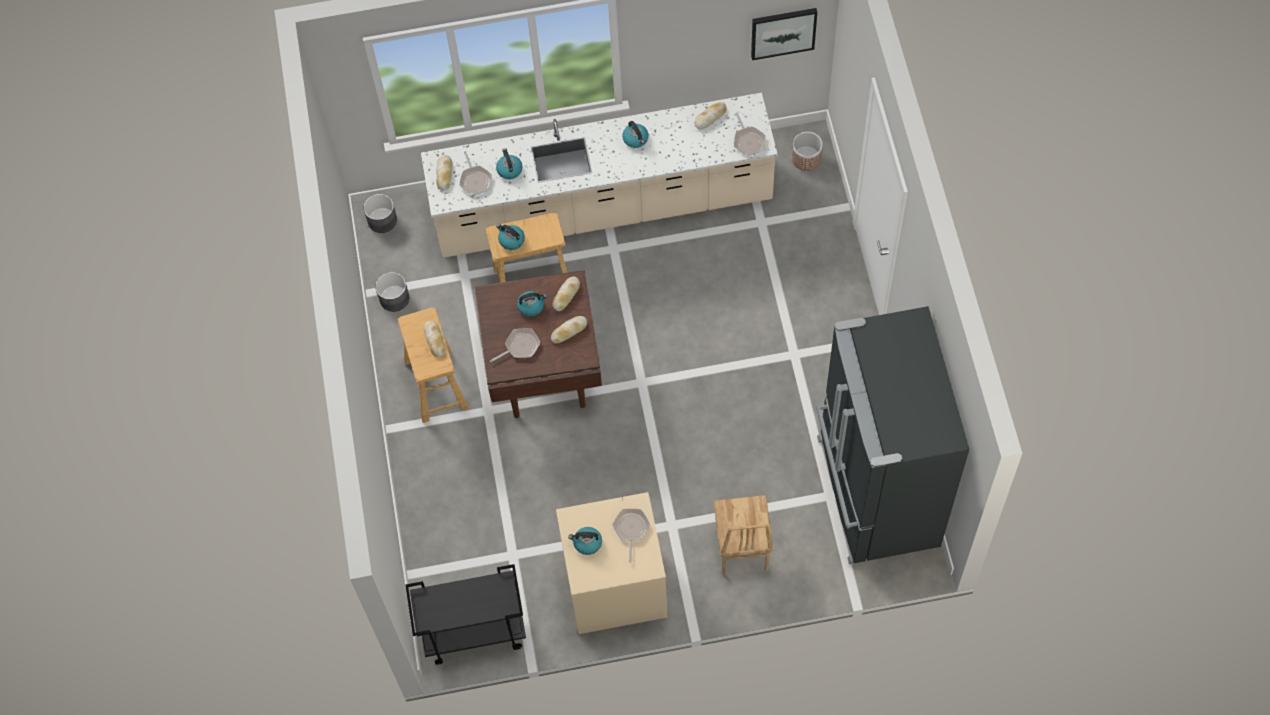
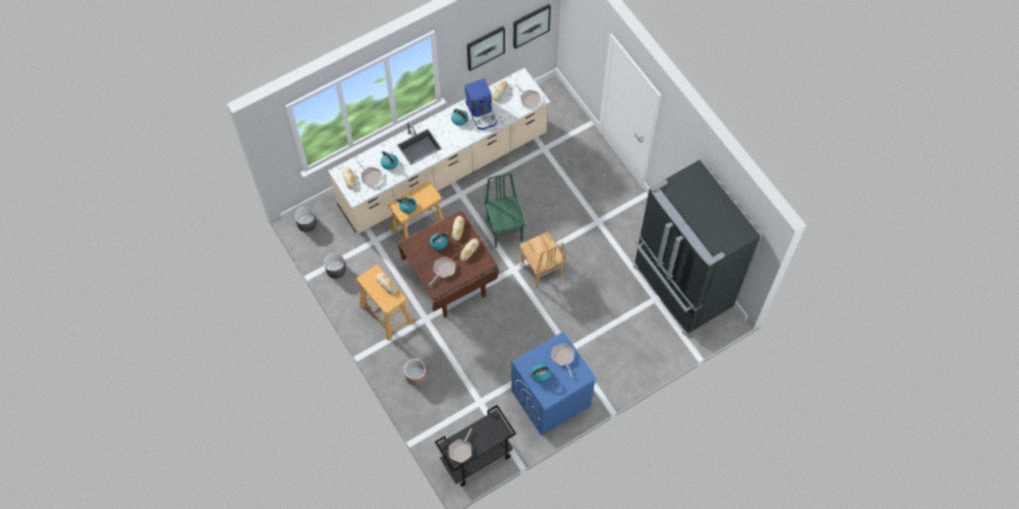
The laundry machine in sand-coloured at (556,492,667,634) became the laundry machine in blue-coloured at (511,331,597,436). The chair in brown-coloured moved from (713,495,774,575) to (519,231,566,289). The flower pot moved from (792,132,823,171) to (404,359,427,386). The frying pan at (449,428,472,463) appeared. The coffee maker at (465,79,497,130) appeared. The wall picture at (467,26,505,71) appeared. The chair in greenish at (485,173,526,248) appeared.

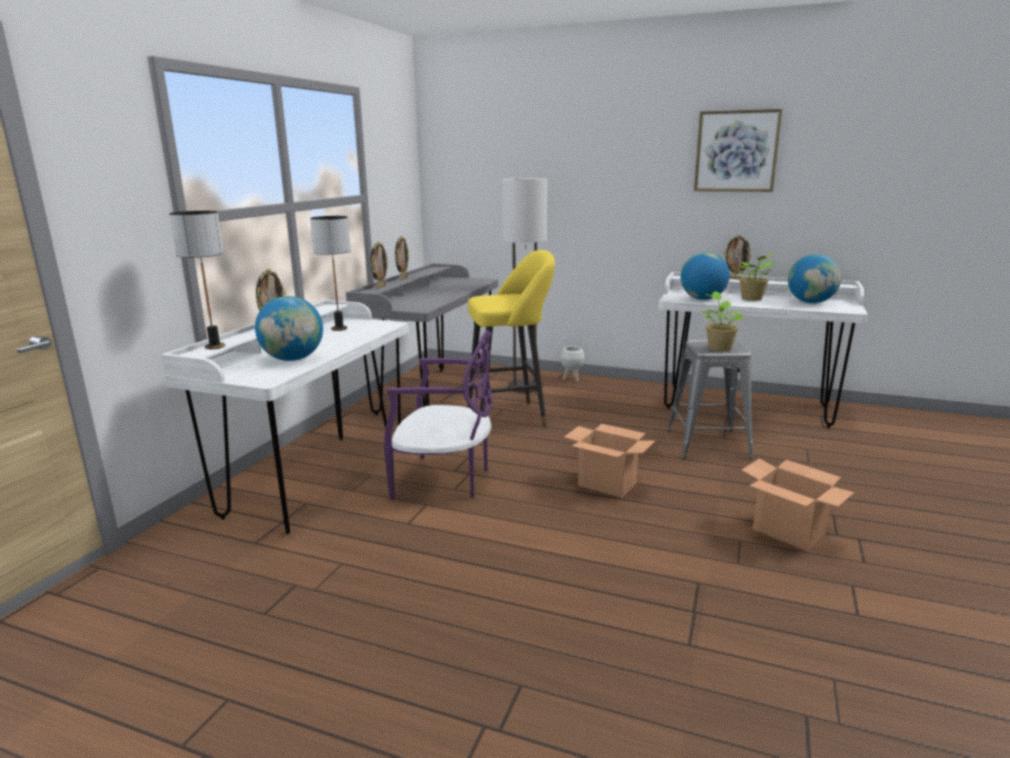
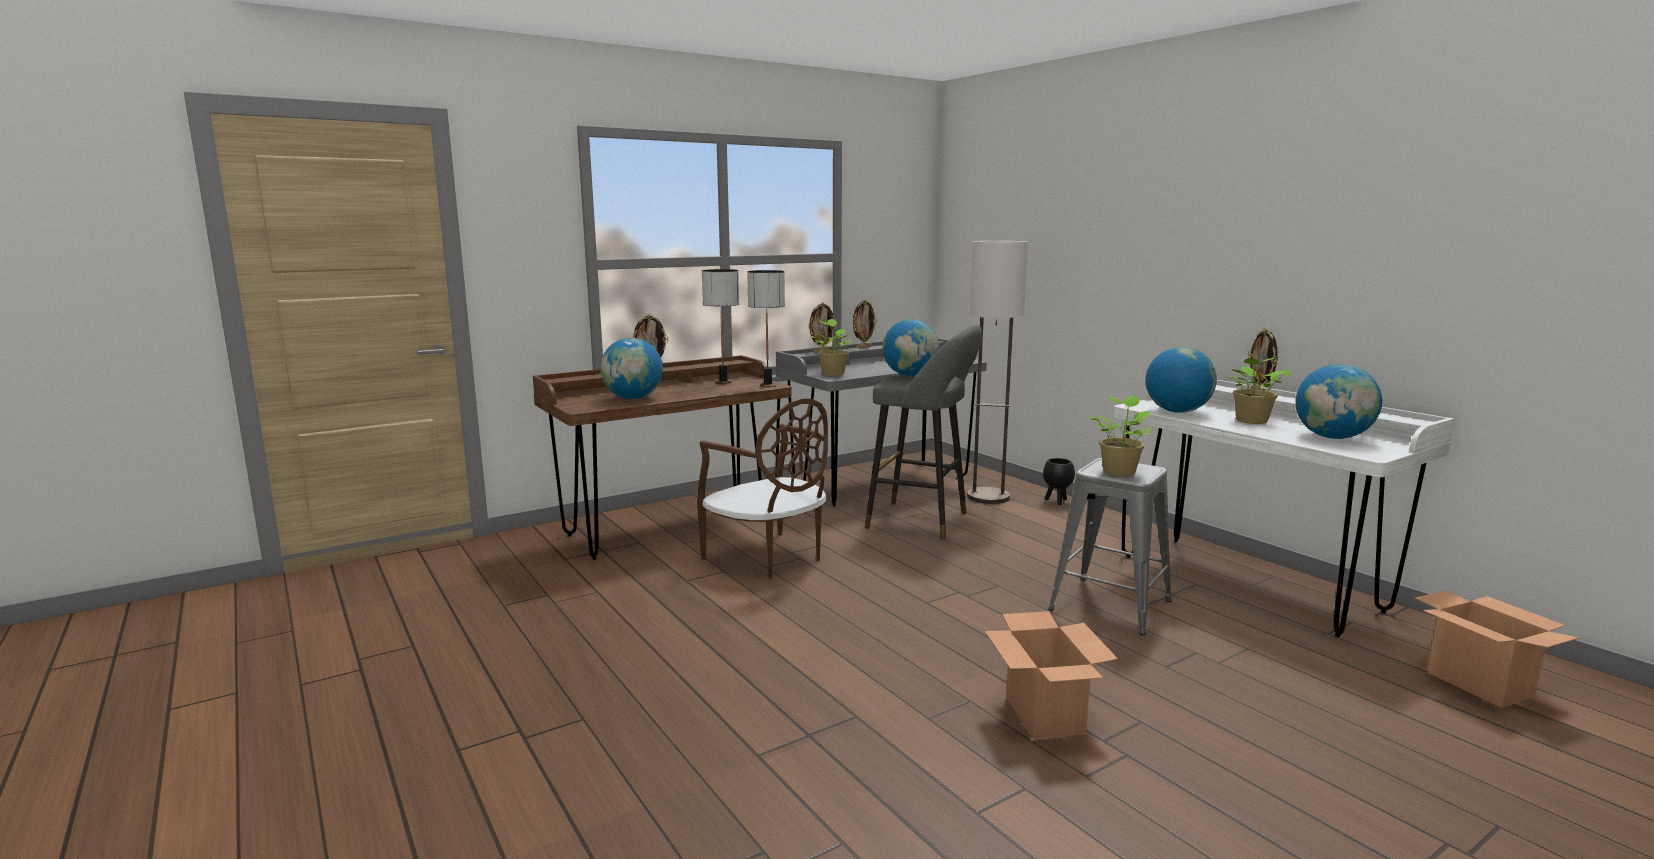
The desk table in white at (161,300,409,534) became the desk table in brown-coloured at (533,355,792,560). The lamp for a table moved from (169,211,225,349) to (747,270,785,387). The chair in purple-coloured at (384,331,493,500) became the chair in brown-coloured at (697,398,828,579). The stool in yellow at (467,250,555,428) became the stool in grey at (865,325,982,539). The flower pot in white at (561,346,585,382) became the flower pot in blackish at (1043,458,1075,505). The packing box moved from (564,424,655,498) to (1415,590,1580,708). The wall picture at (694,109,782,192) disappeared. The plant in a pot at (811,319,853,376) appeared. The desk globe at (882,319,939,376) appeared.

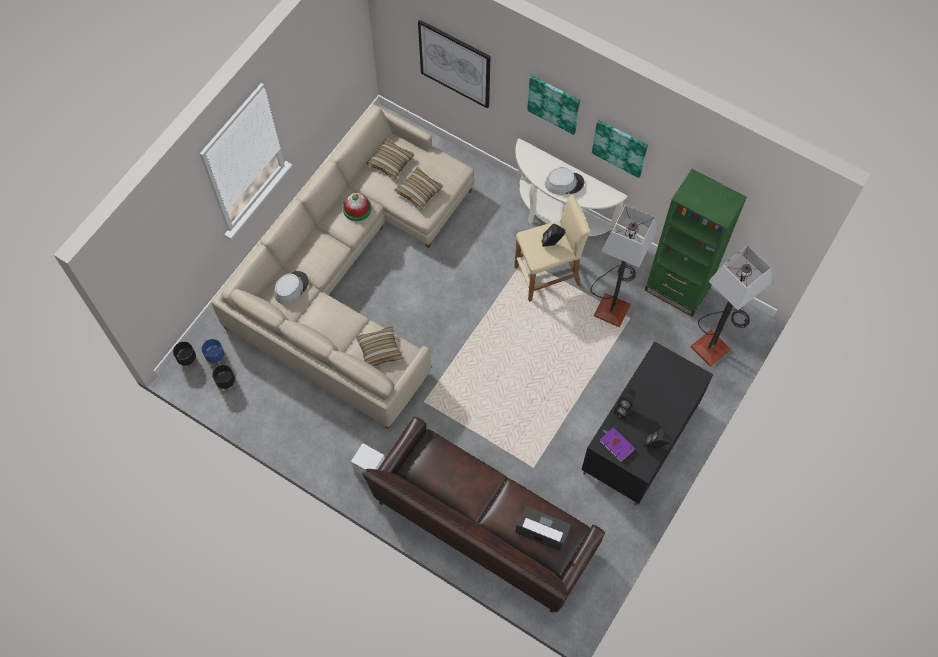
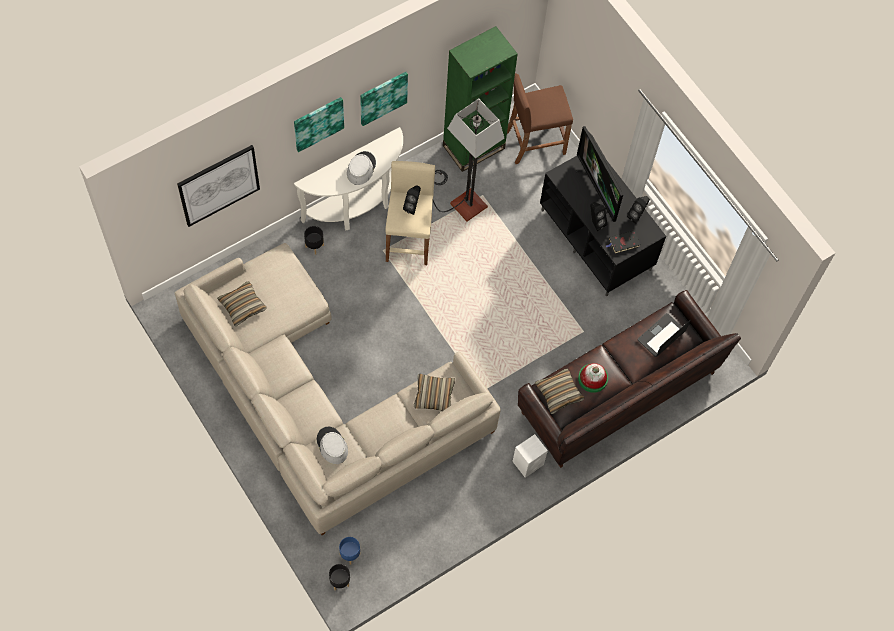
The flower pot in blackish moved from (212,365,236,392) to (304,226,324,255). The clothing hat moved from (343,193,371,221) to (578,363,608,393). The cushion moved from (394,167,443,209) to (535,369,584,414). The book in purple-coloured at (600,427,635,462) became the book in blackish at (606,230,641,254). The standard lamp at (691,245,772,367) was replaced by the stool in brown-coloured at (507,73,573,164). The TV set at (577,126,623,222) appeared.

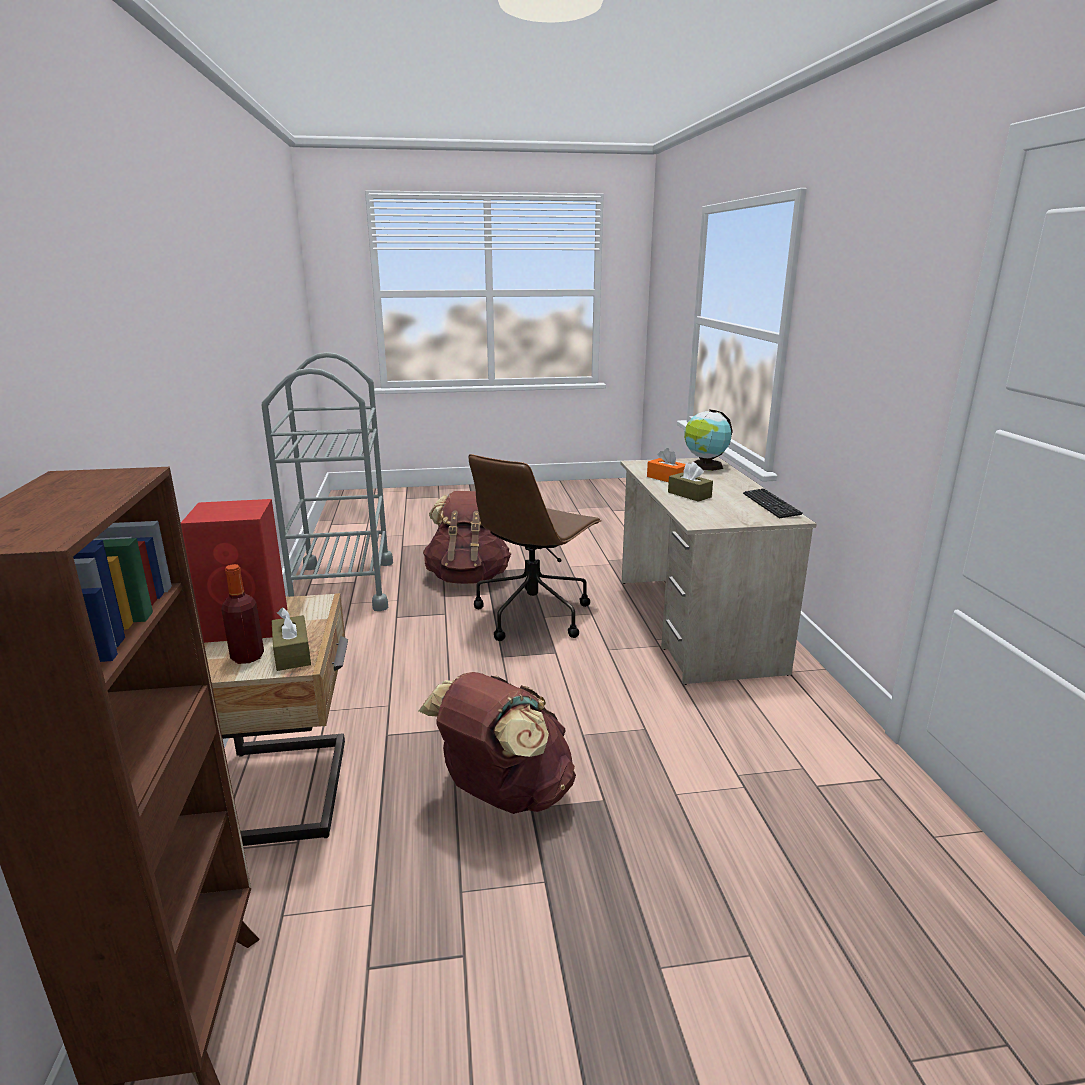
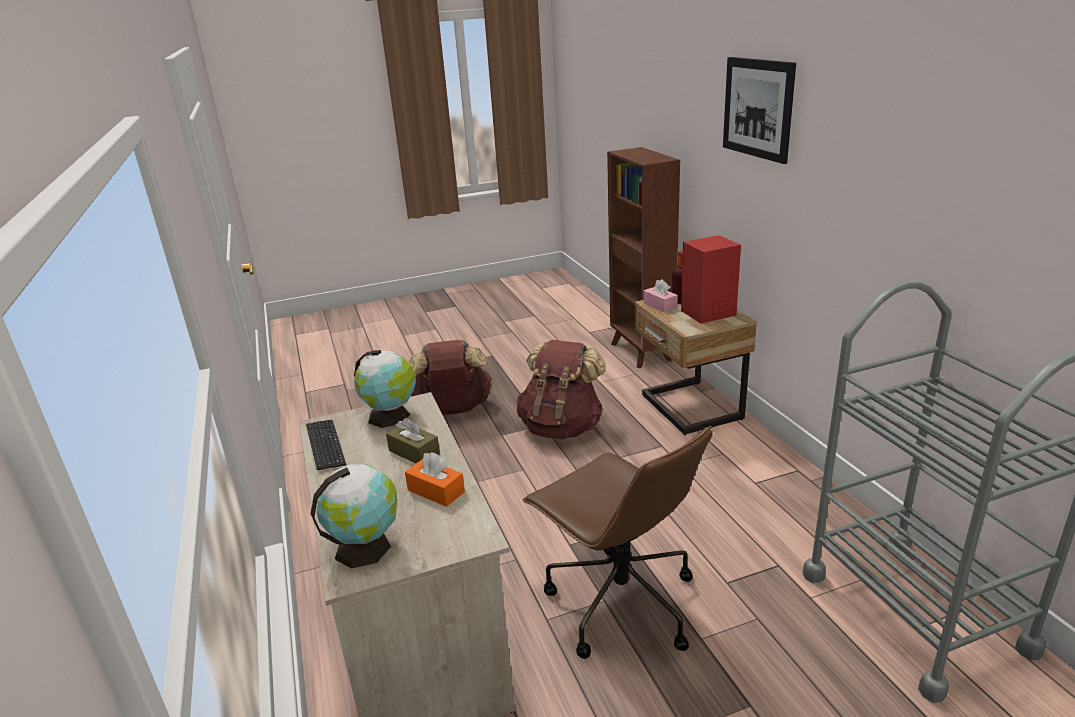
The box of tissues in brown-coloured at (272,607,311,671) became the box of tissues in pink-coloured at (644,279,678,313). The knapsack in brown-coloured moved from (423,491,511,584) to (409,340,493,415). The desk chair in brown-coloured at (469,454,602,641) turned 120 degrees clockwise. The desk globe at (354,350,416,428) appeared. The wall picture at (723,57,796,164) appeared.

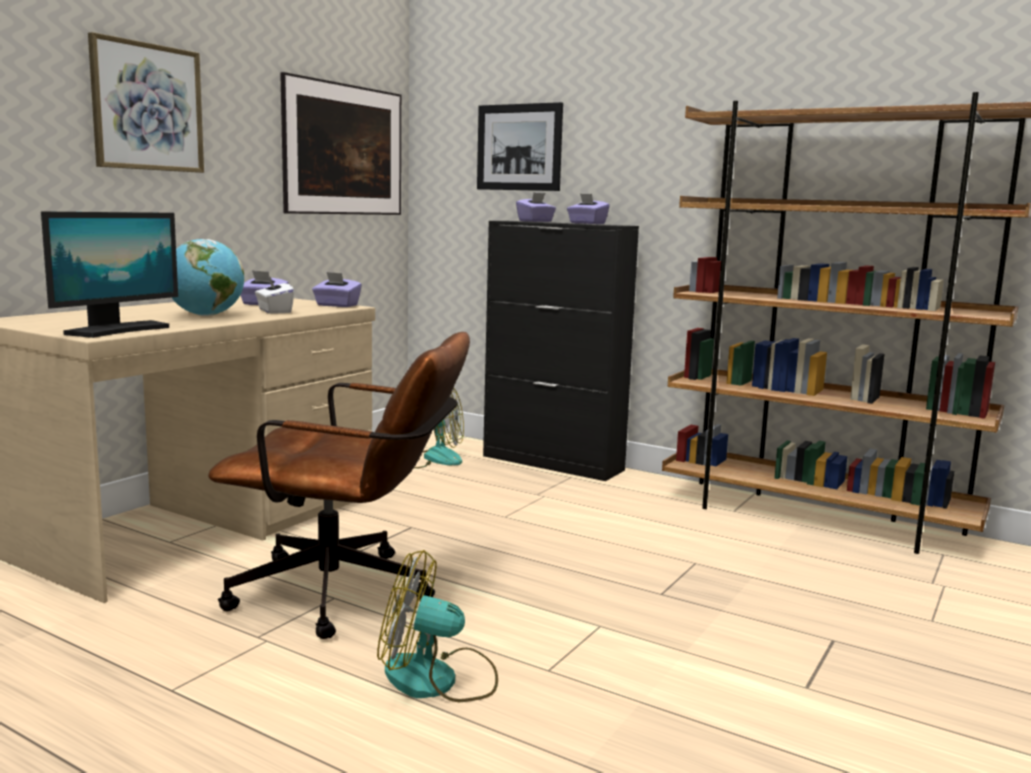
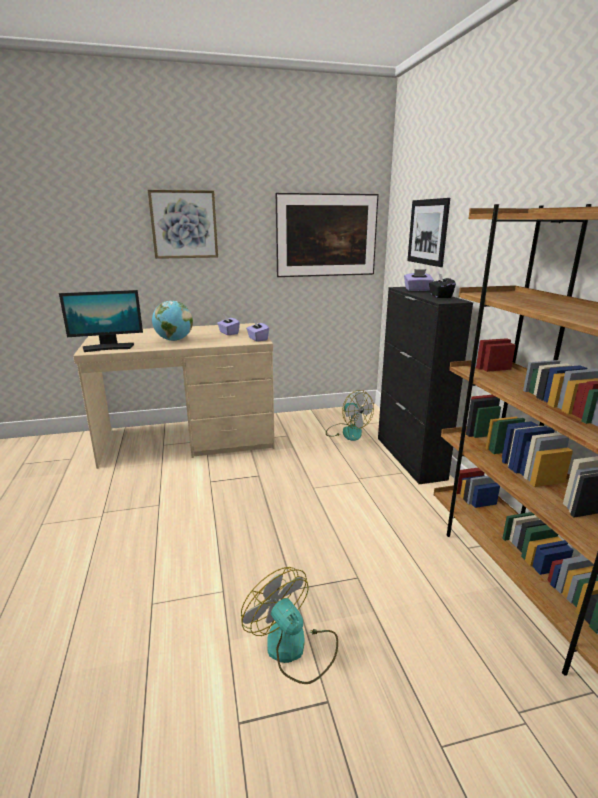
The desk chair in brown-coloured at (208,332,470,639) disappeared. The box of tissues in white at (255,275,294,314) disappeared. The cooling fan moved from (377,550,498,702) to (241,567,338,684). The box of tissues in purple-coloured at (567,193,610,224) became the box of tissues in blackish at (429,273,456,298).

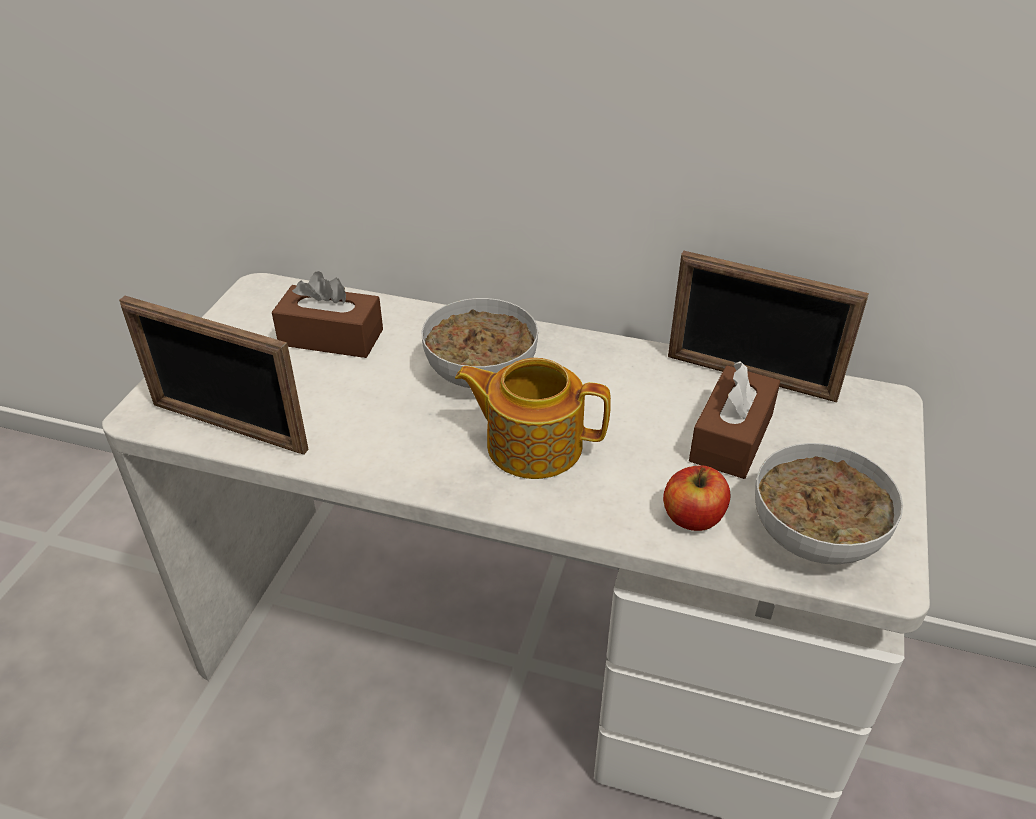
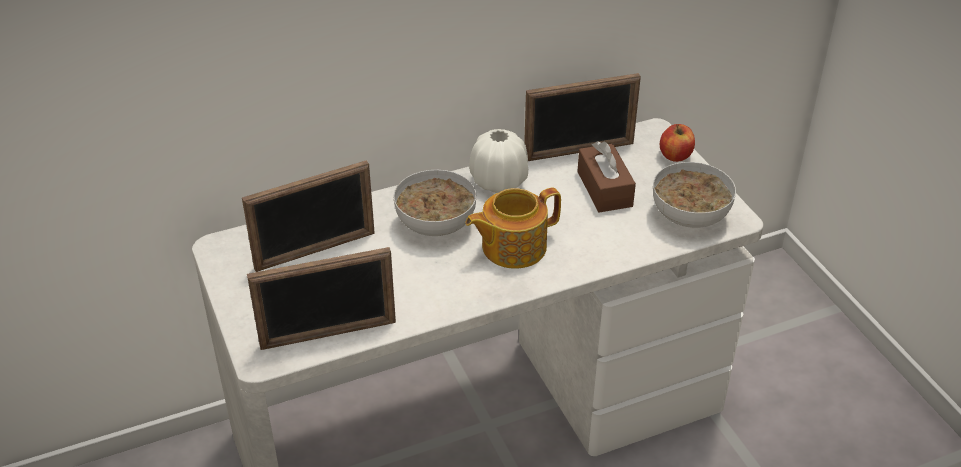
The box of tissues in brown-coloured at (272,271,383,358) was replaced by the photo frame at (242,160,375,272). The whole apple moved from (663,465,730,531) to (660,124,695,162). The vase in white at (469,129,528,193) appeared.

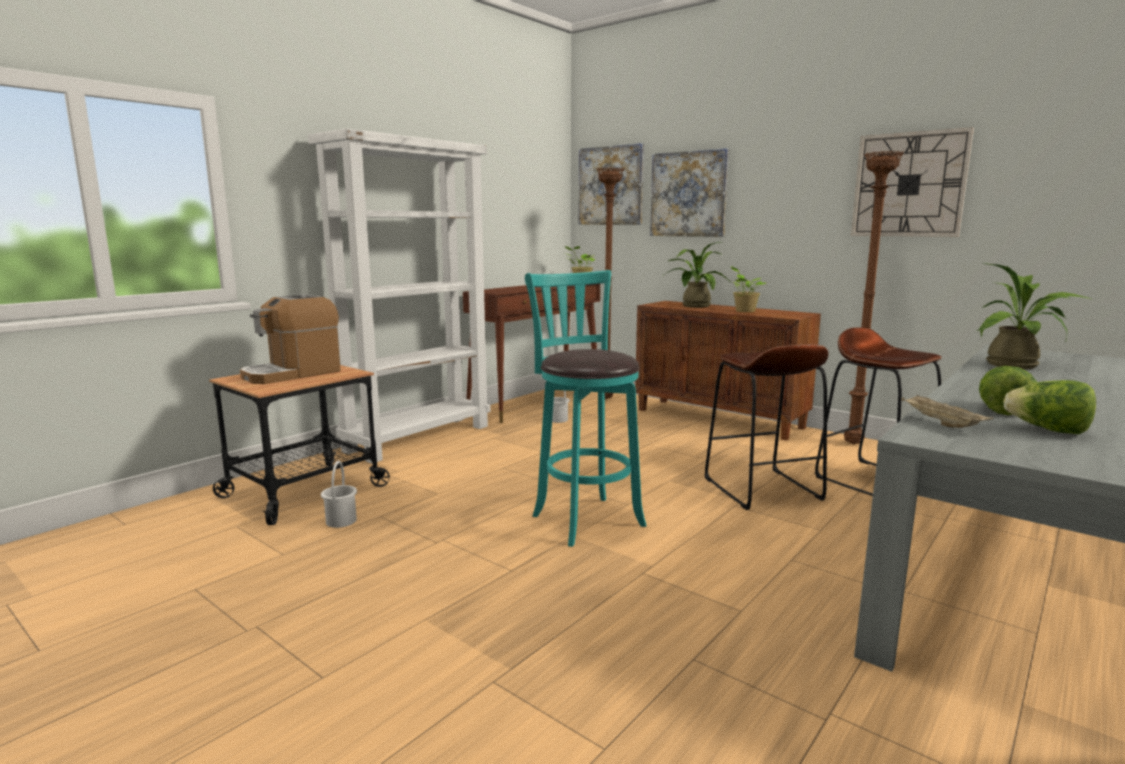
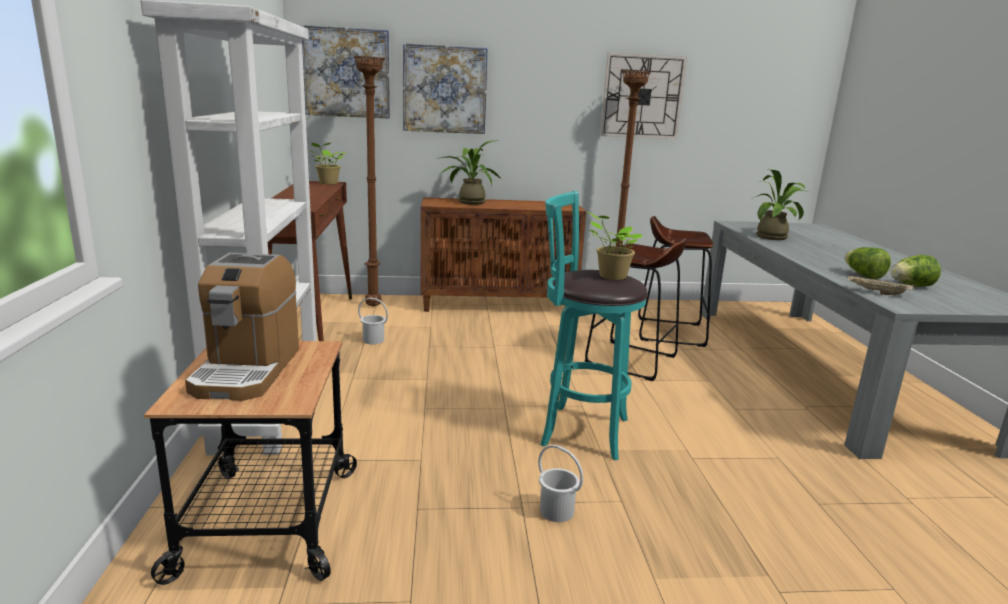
The water bucket in white moved from (321,461,357,528) to (538,445,583,522). The plant in a pot moved from (731,266,766,312) to (586,211,642,280).

